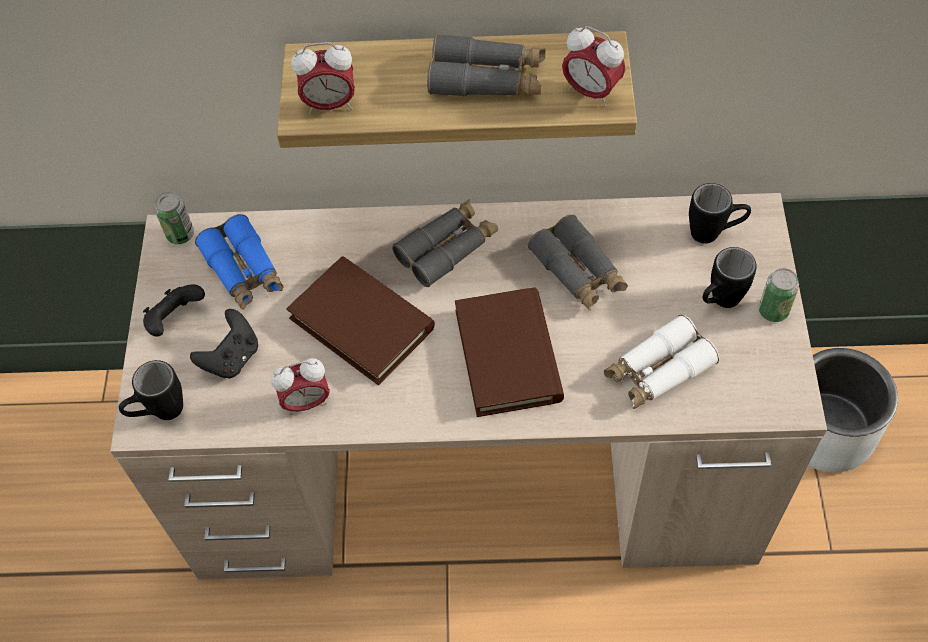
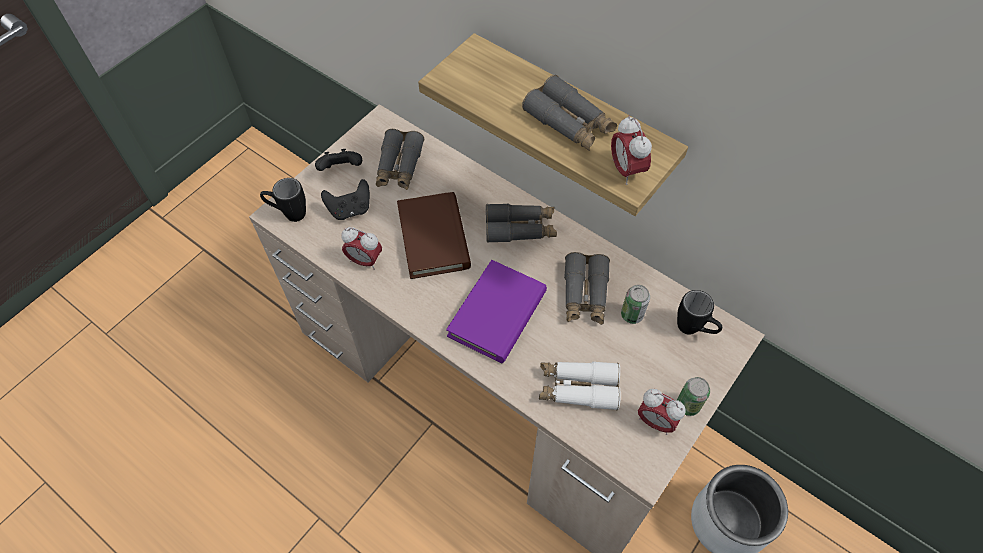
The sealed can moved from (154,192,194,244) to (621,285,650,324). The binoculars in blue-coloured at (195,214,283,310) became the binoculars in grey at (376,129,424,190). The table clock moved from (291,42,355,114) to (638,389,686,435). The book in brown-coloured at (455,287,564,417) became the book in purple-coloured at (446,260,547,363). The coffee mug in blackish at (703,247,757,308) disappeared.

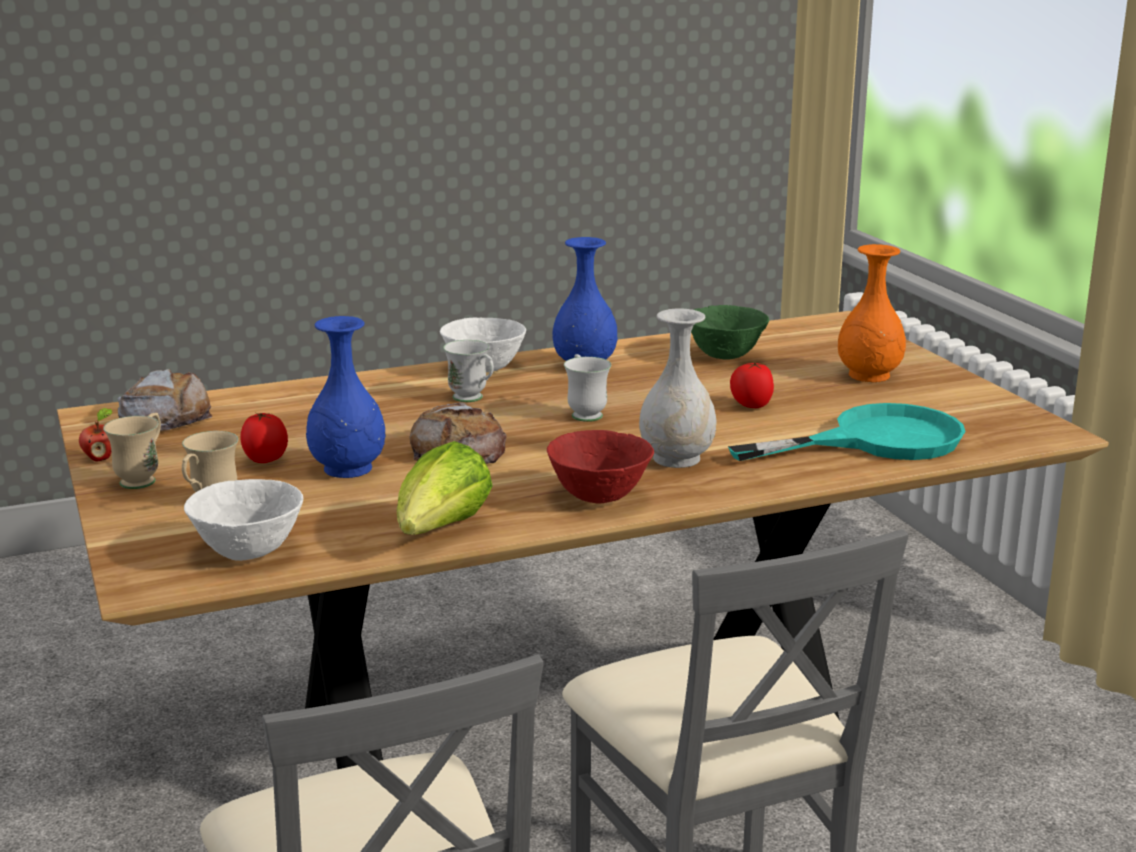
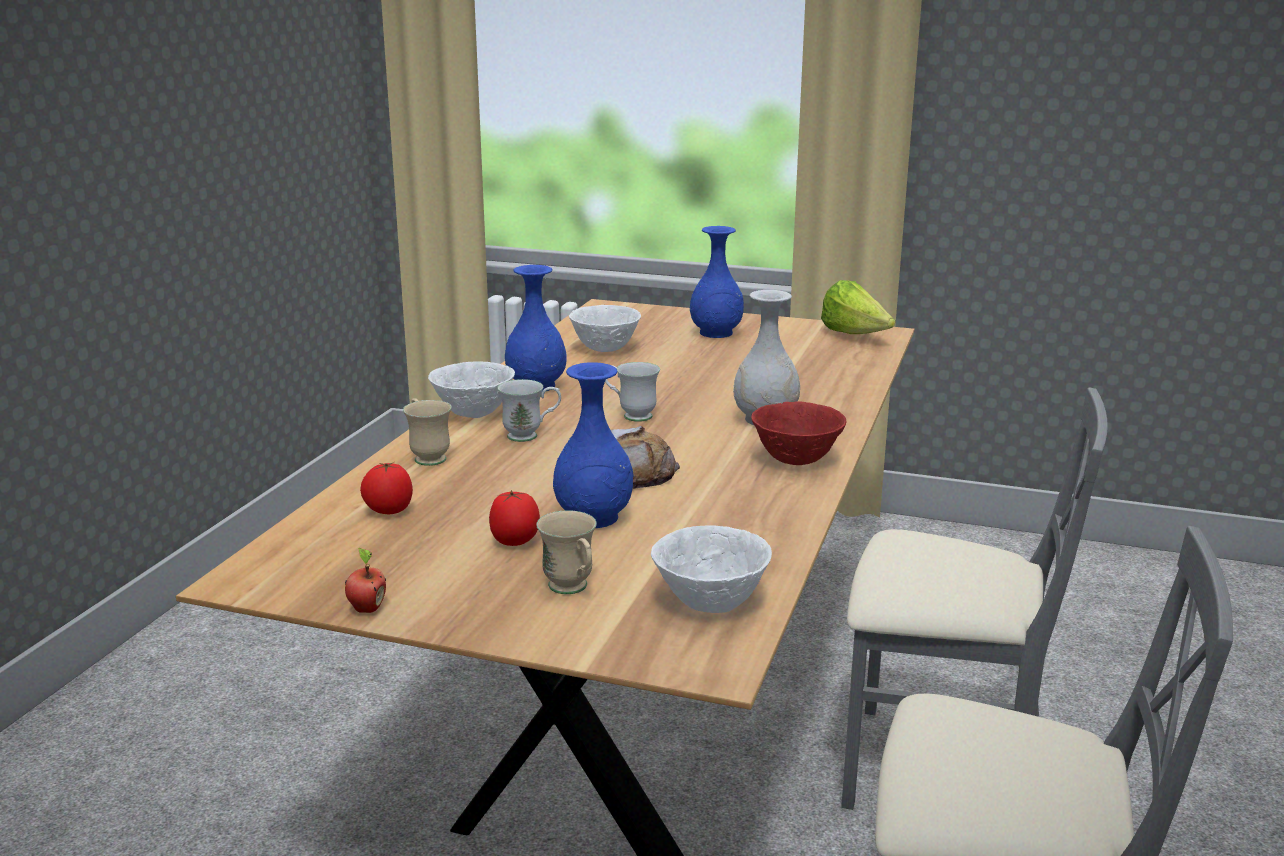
The coffee mug in sand-coloured moved from (103,413,161,489) to (403,398,452,466). The bakery bread at (118,369,212,431) disappeared. The lettuce moved from (397,441,493,535) to (821,280,895,334). The bowl in greenish at (691,305,769,359) became the bowl in white at (569,305,641,352). The frying pan in turquoise-coloured at (728,403,966,461) disappeared. The fresh tomato moved from (730,362,774,408) to (360,462,413,514). The vase in orange-coloured at (838,244,906,382) became the vase in blue-coloured at (690,226,744,338).

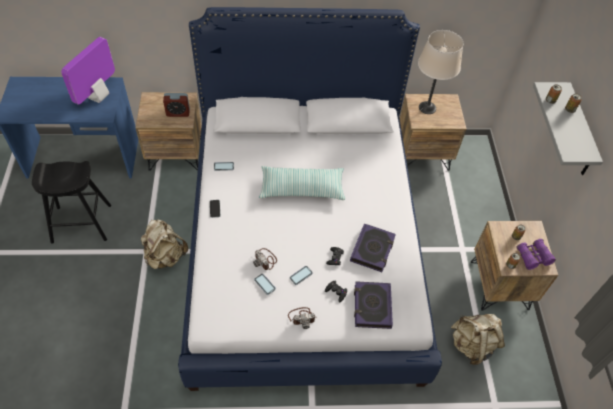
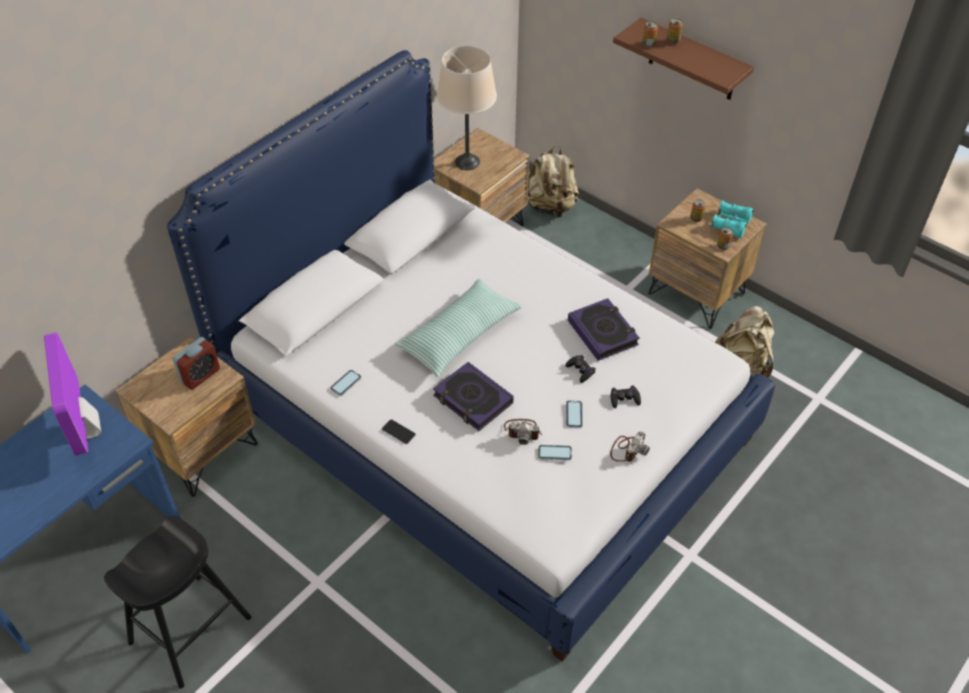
The knapsack in sand-coloured moved from (141,219,188,269) to (528,145,579,218). The book moved from (354,281,393,329) to (433,362,514,431). The binoculars in purple-coloured at (516,239,556,270) became the binoculars in turquoise-coloured at (711,200,754,238). The wall shelf in grey at (533,82,603,175) became the wall shelf in brown-coloured at (613,18,754,100).

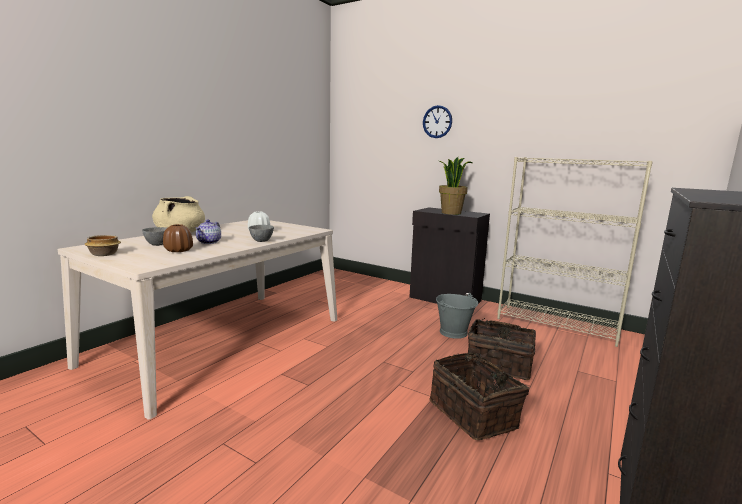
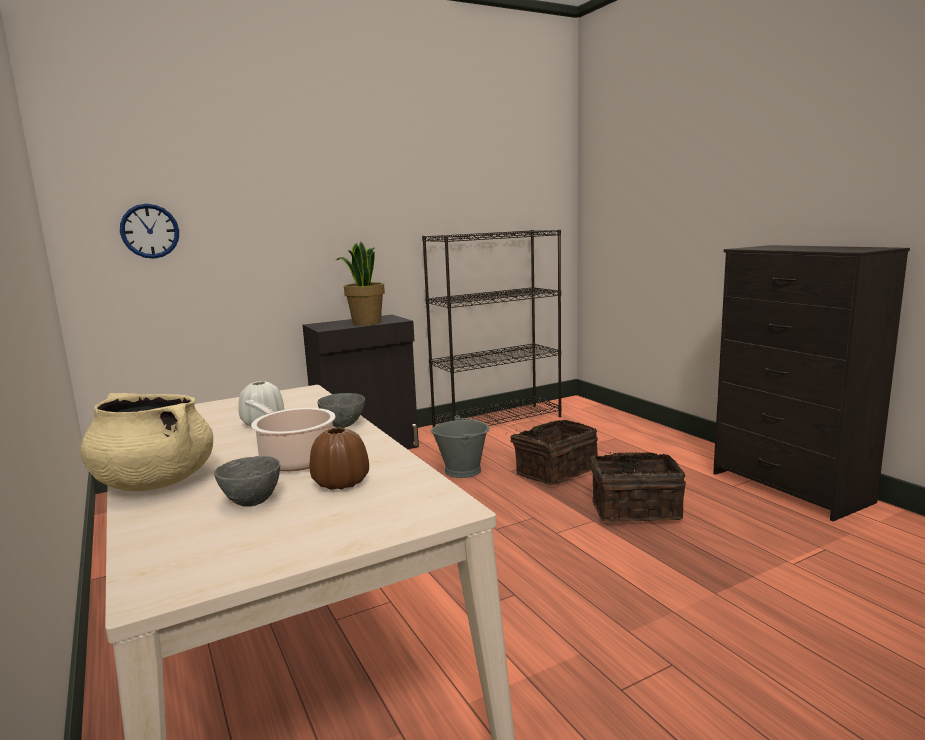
The bowl at (85,235,121,256) disappeared. The teapot at (195,219,221,244) was replaced by the stockpot at (245,400,336,471). The clock on the wall moved from (423,105,452,138) to (120,204,179,259). The bookcase in sand-coloured at (497,157,653,347) became the bookcase in blackish at (422,230,562,428).

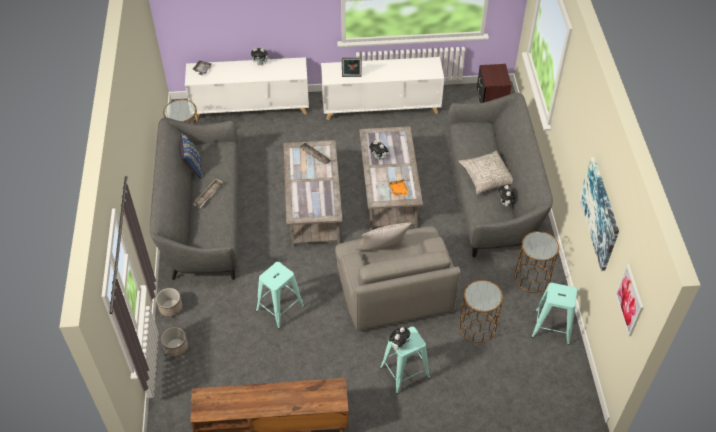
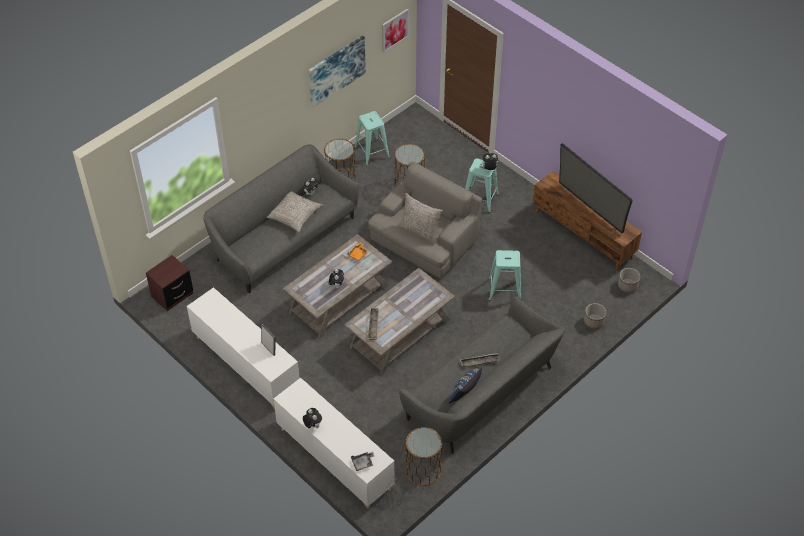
The flower pot moved from (156,288,183,317) to (618,268,640,293). The TV set at (559,143,633,235) appeared.

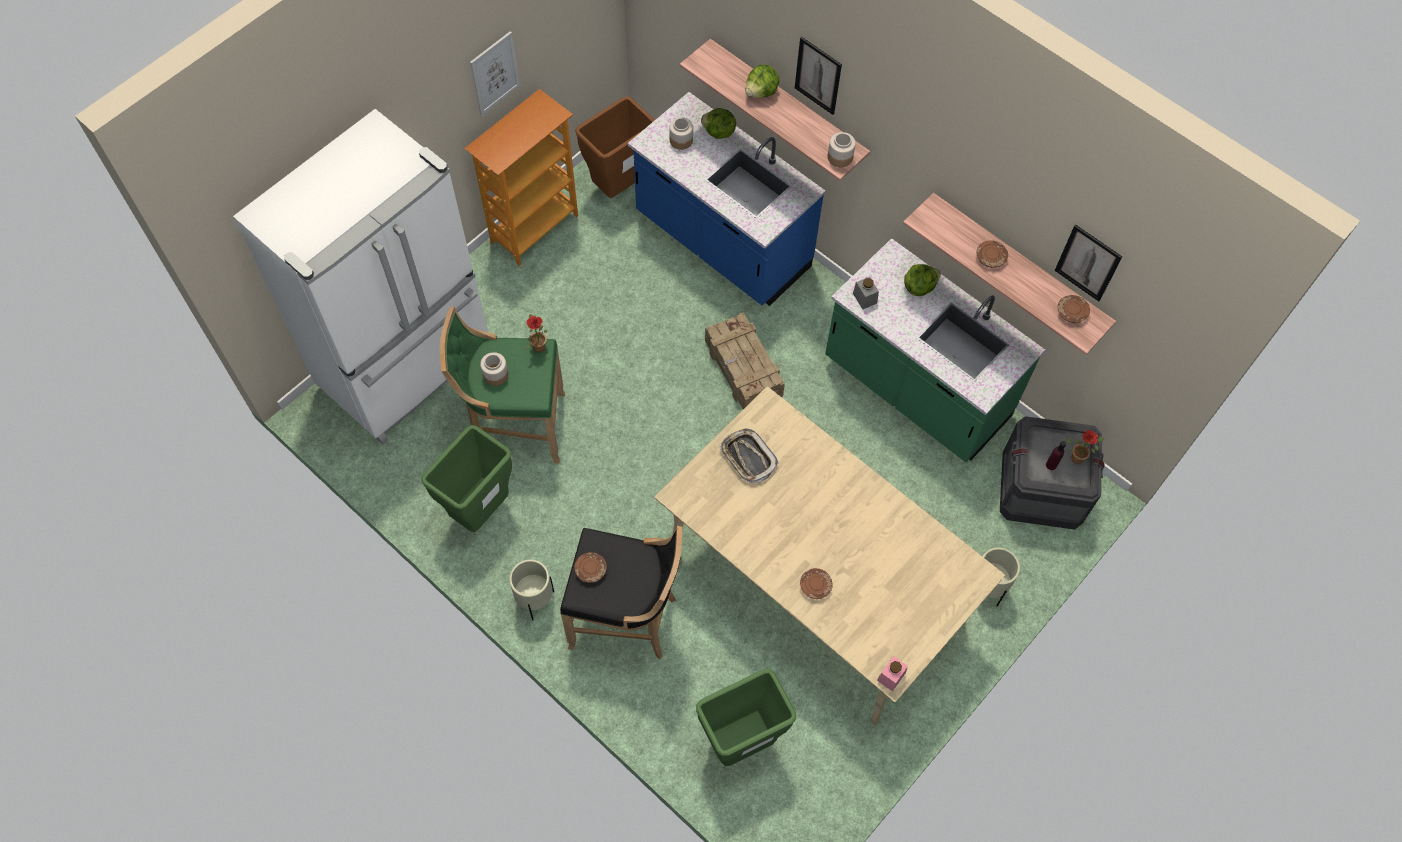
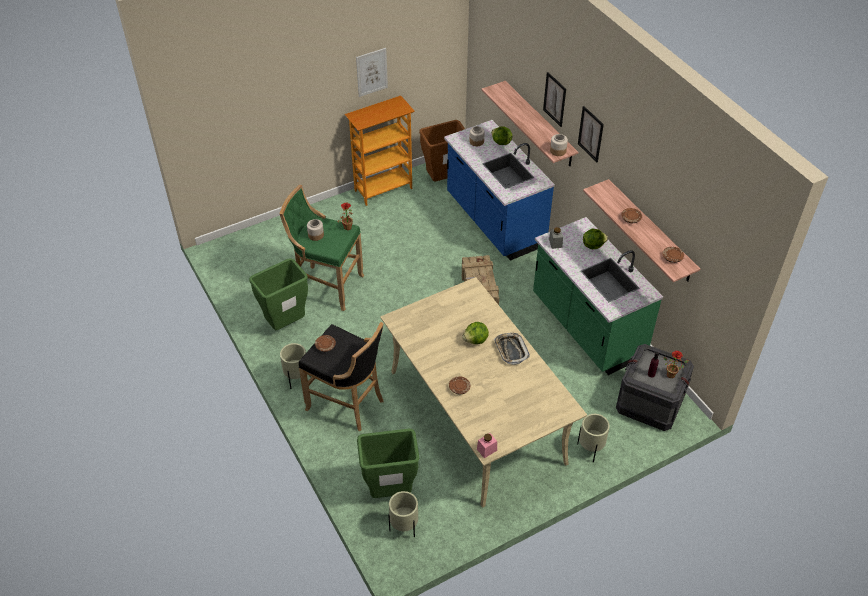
The fridge in white at (233,109,488,444) disappeared. The carrying tray moved from (719,428,779,483) to (494,333,530,365). The lettuce moved from (745,65,780,98) to (462,322,489,344). The wall picture moved from (1055,224,1122,301) to (578,106,604,162). The flower pot in sand-coloured at (388,491,418,537) appeared.

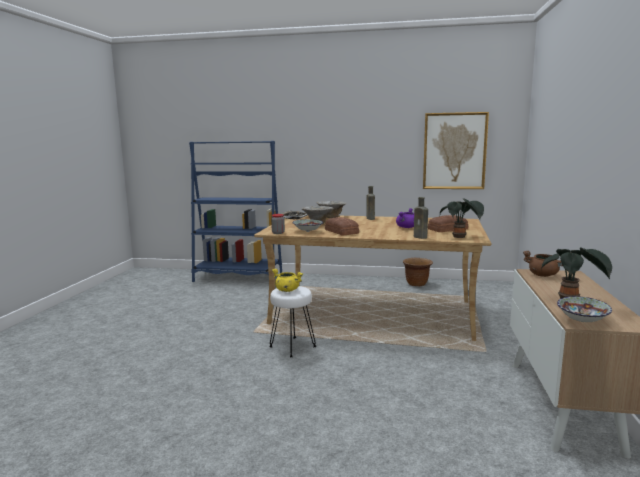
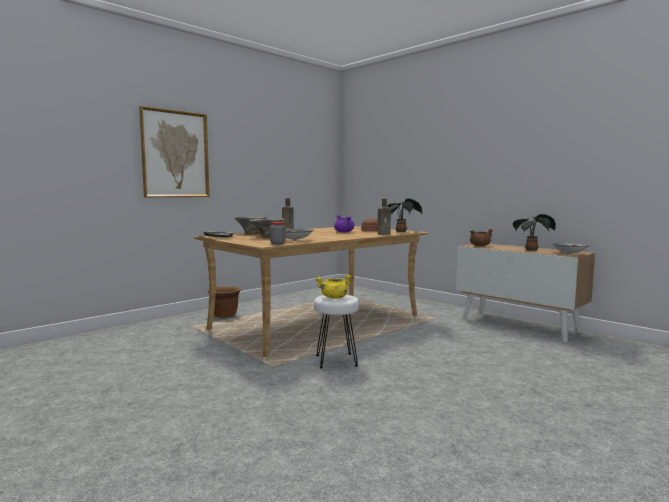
The bookcase in blue-coloured at (189,141,282,282) disappeared. The bakery bread at (325,217,359,236) disappeared. The flower pot in brown-coloured moved from (403,258,433,287) to (208,286,241,318). The wall picture moved from (423,112,489,189) to (139,106,209,197).

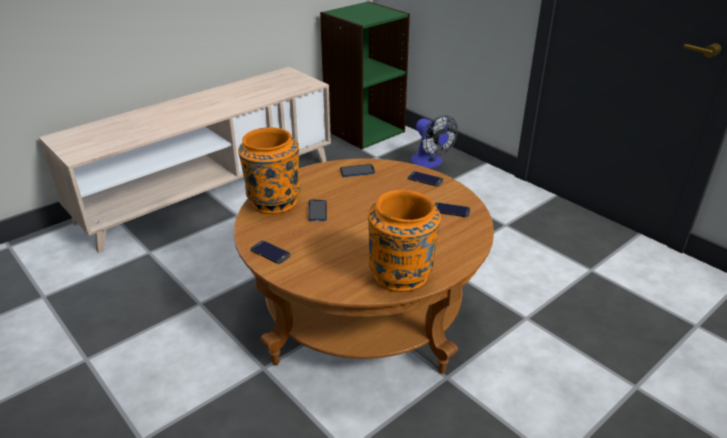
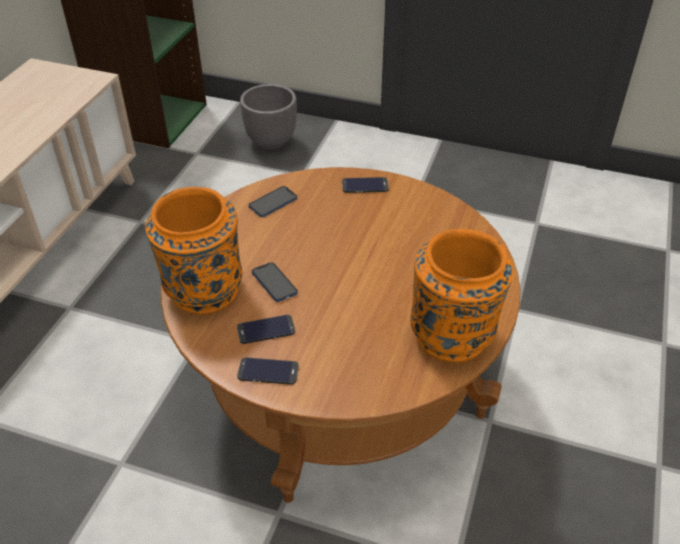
The cooling fan at (411,115,458,168) was replaced by the flower pot in grey at (240,84,297,150). The telephone moved from (434,202,471,217) to (237,315,295,344).

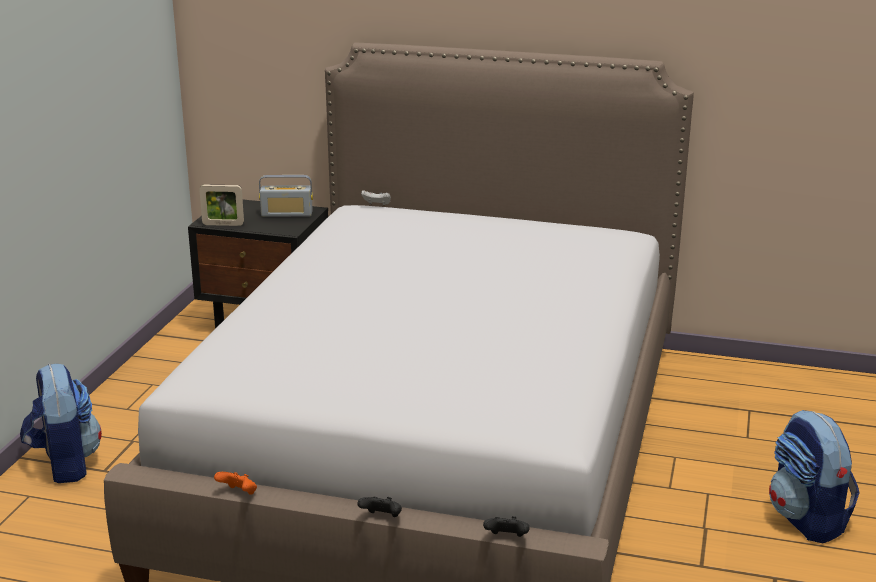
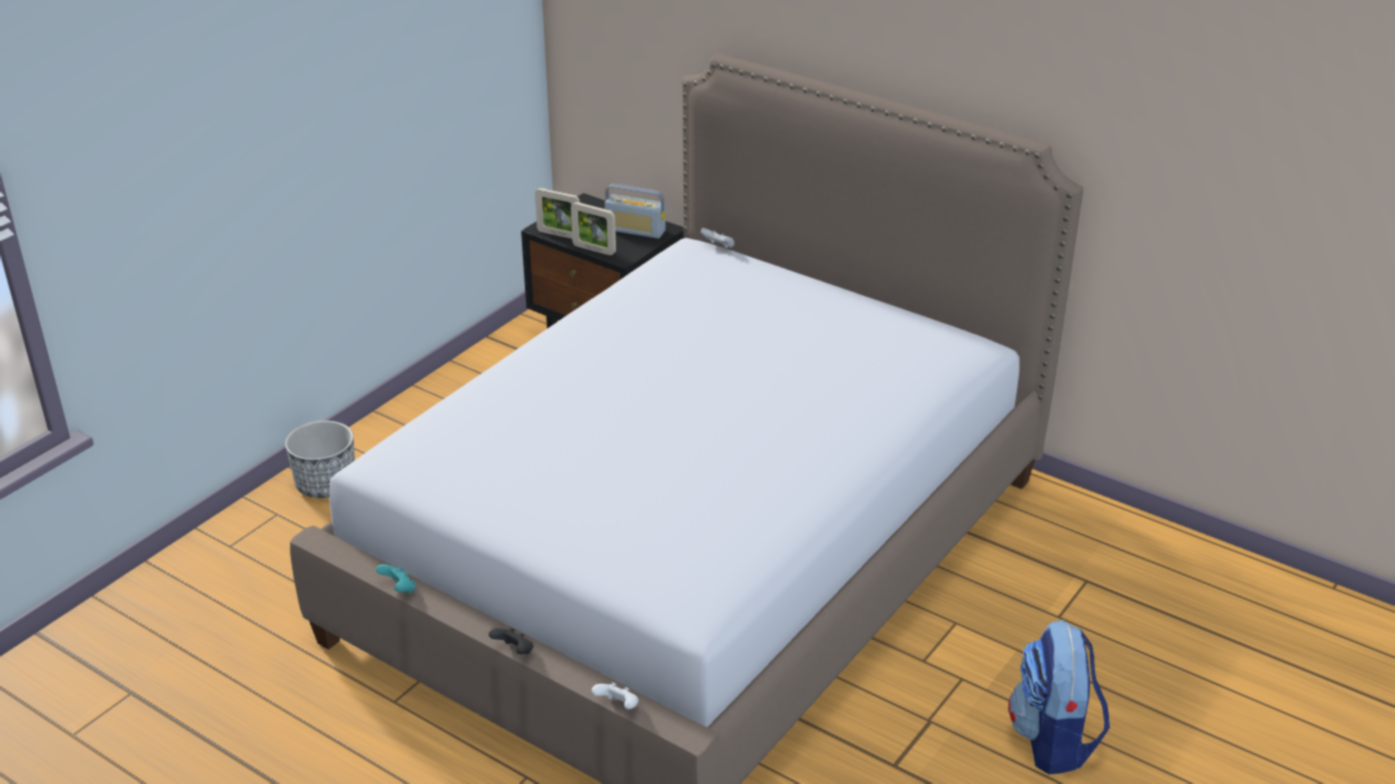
The knapsack at (20,364,102,483) was replaced by the flower pot at (285,421,355,498). The game controller in orange-coloured at (214,472,257,494) became the game controller in turquoise-coloured at (376,564,416,593). The game controller in blackish at (483,516,530,537) became the game controller in white at (592,682,639,709). The photo frame at (571,202,616,255) appeared.

